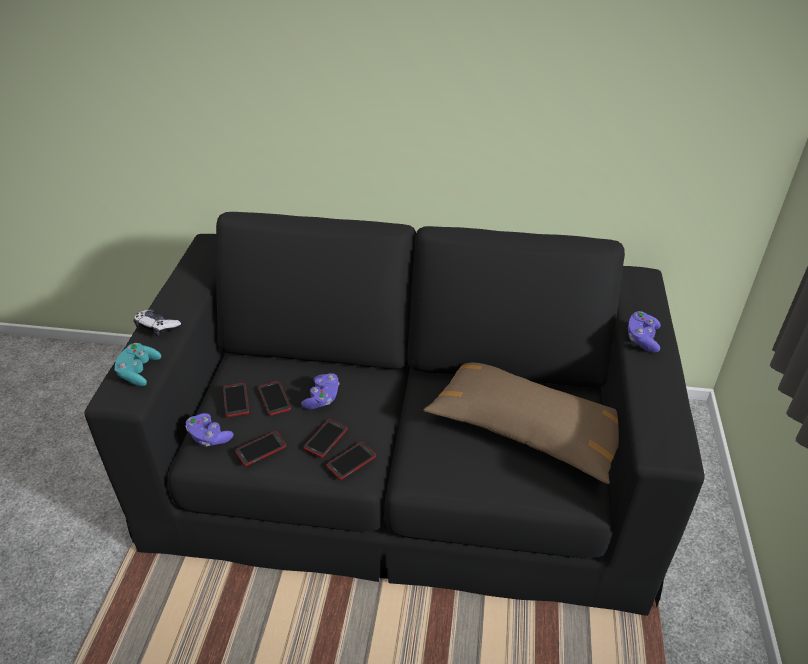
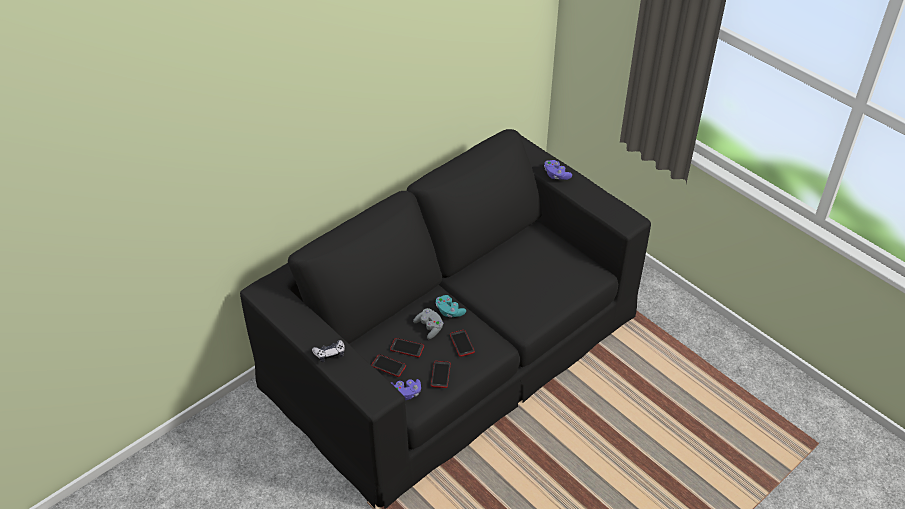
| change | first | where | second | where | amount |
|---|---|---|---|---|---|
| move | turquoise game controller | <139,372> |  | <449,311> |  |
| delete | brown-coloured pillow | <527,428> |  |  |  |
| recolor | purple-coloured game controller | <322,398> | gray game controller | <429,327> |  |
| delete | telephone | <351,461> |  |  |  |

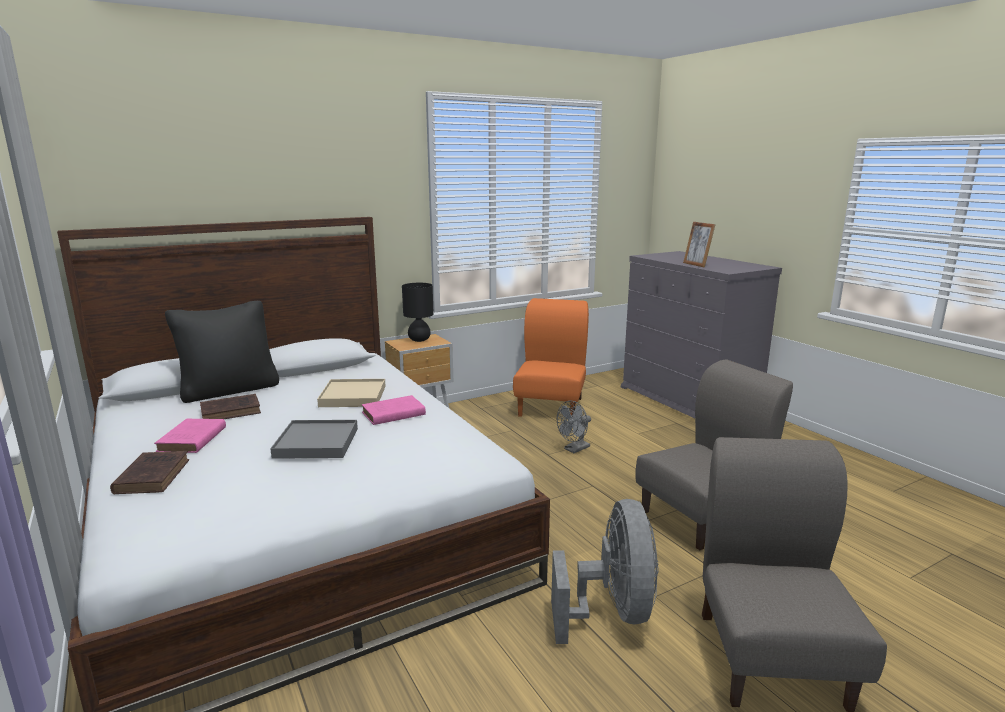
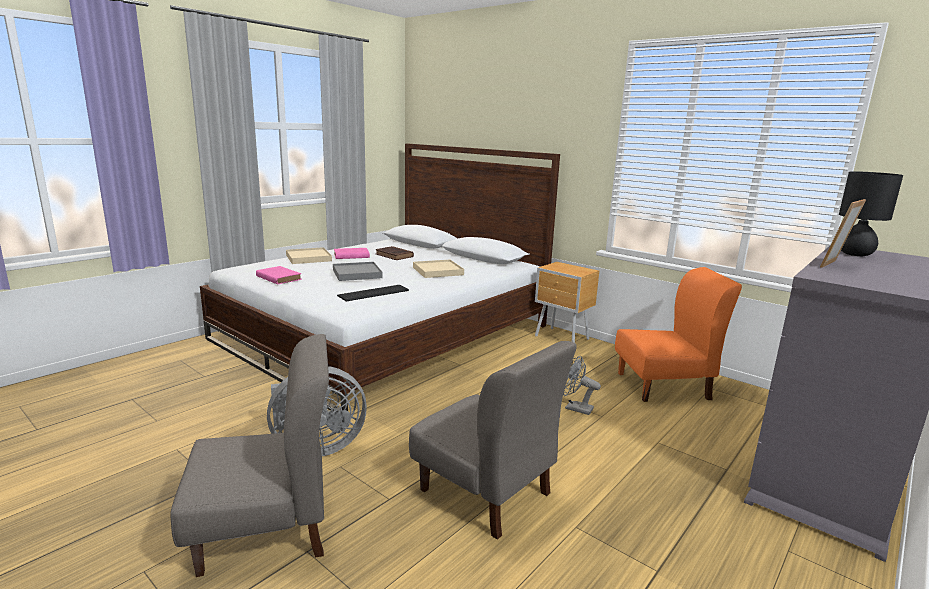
| change | first | where | second | where | amount |
|---|---|---|---|---|---|
| move | black-coloured lamp for a table | <419,340> |  | <854,254> |  |
| delete | black-coloured pillow | <229,390> |  |  |  |
| move | pink book | <392,414> |  | <278,278> |  |
| replace | brown-coloured book | <153,475> | beige-coloured serving tray | <308,258> |  |
| insert |  |  | computer keyboard | <375,293> |  |

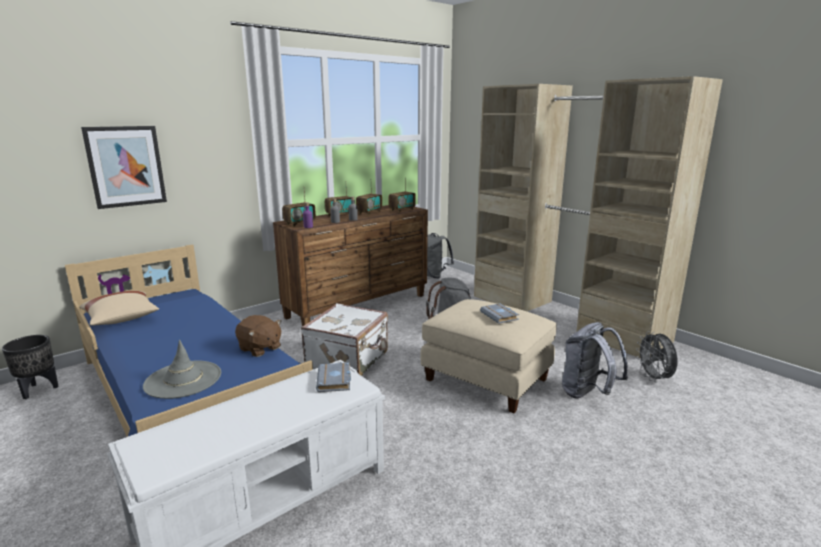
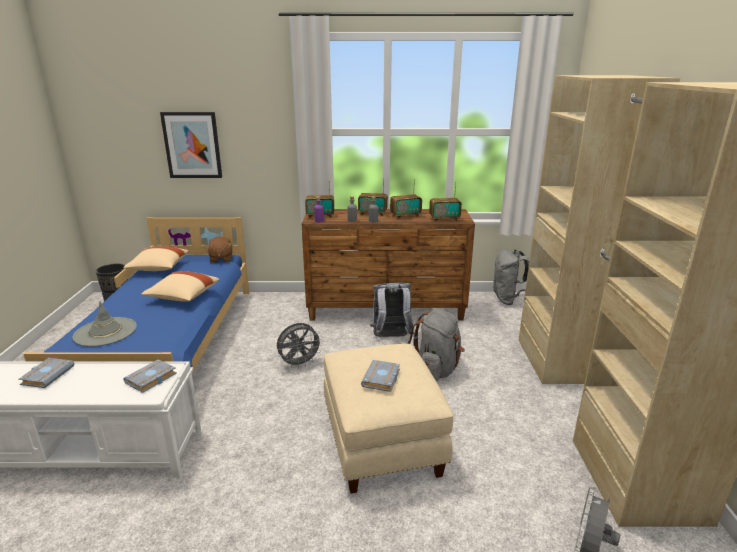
| change | first | where | second | where | amount |
|---|---|---|---|---|---|
| replace | white-coloured piece of luggage | <349,361> | gray cooling fan | <299,363> |  |
| move | brown-coloured cuddly toy | <260,348> |  | <221,259> |  |
| move | gray rucksack | <587,394> |  | <391,337> |  |
| insert |  |  | beige-coloured pillow | <183,297> |  |
| insert |  |  | gray book | <47,375> |  |

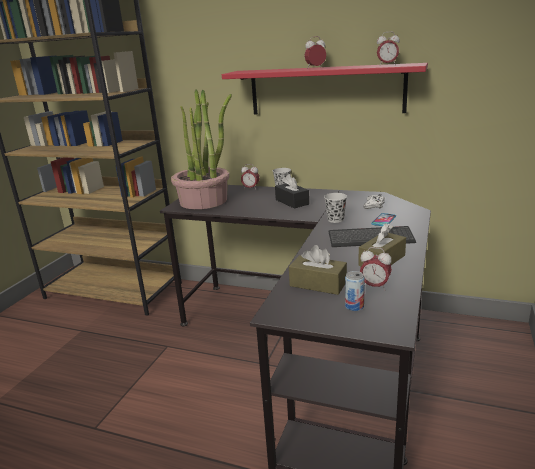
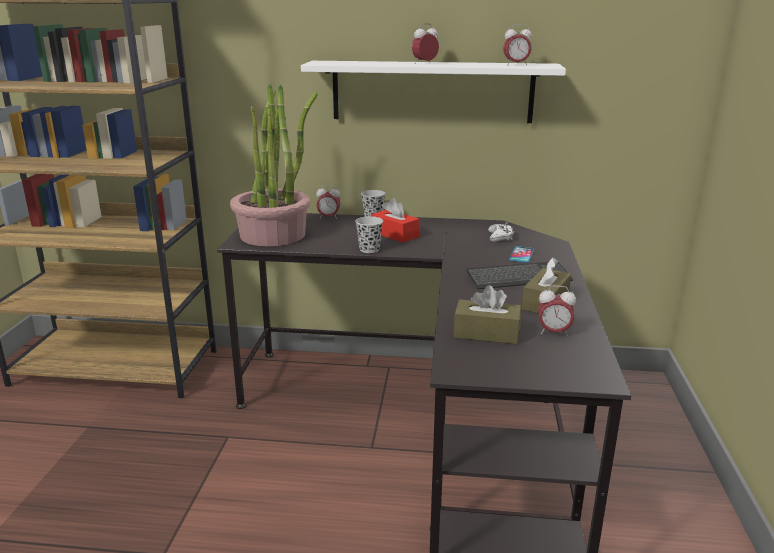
| change | first | where | second | where | amount |
|---|---|---|---|---|---|
| recolor | red wall shelf | <325,90> | white-coloured wall shelf | <432,91> |  |
| recolor | black-coloured tissue box | <292,202> | red tissue box | <395,234> |  |
| move | black-coloured small cup | <335,220> |  | <369,249> |  |
| delete | sealed can | <354,306> |  |  |  |

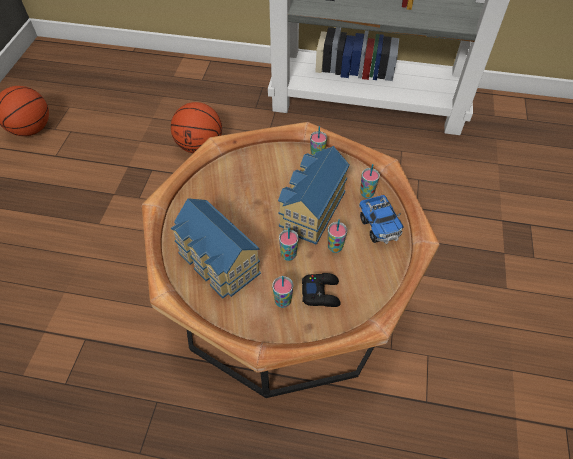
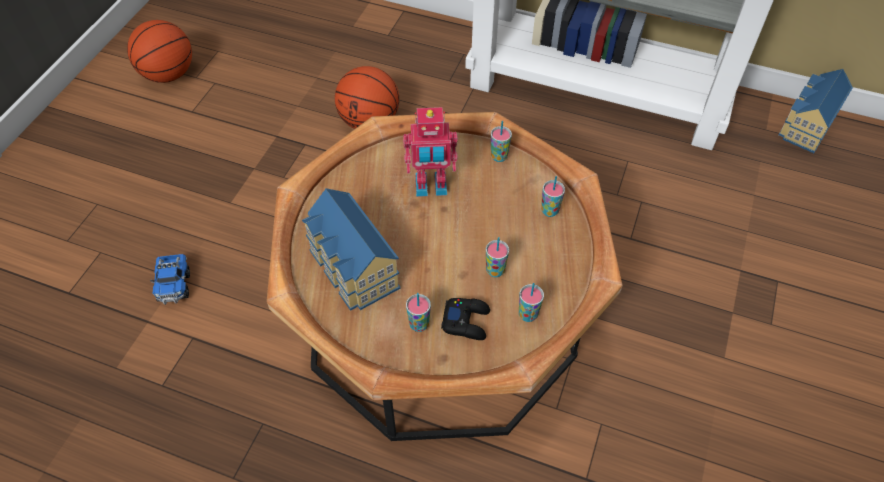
| change | first | where | second | where | amount |
|---|---|---|---|---|---|
| move | miniature house | <310,210> |  | <805,125> |  |
| move | toy truck | <379,226> |  | <174,285> |  |
| move | small cup | <288,255> |  | <528,315> |  |
| insert |  |  | model robot | <431,187> |  |

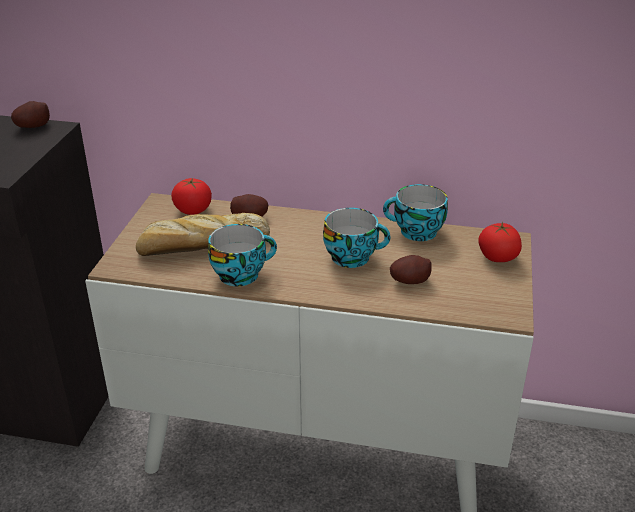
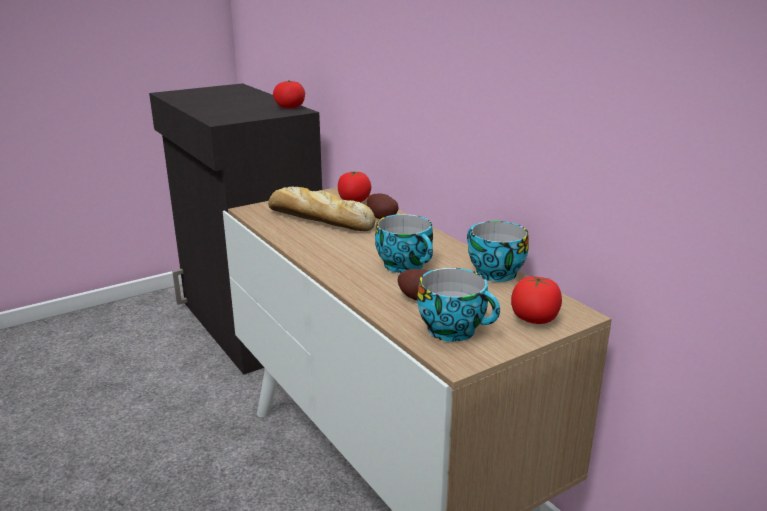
| change | first | where | second | where | amount |
|---|---|---|---|---|---|
| replace | spud | <32,126> | whole tomato | <289,107> |  |
| move | small cup | <241,274> |  | <455,330> |  |

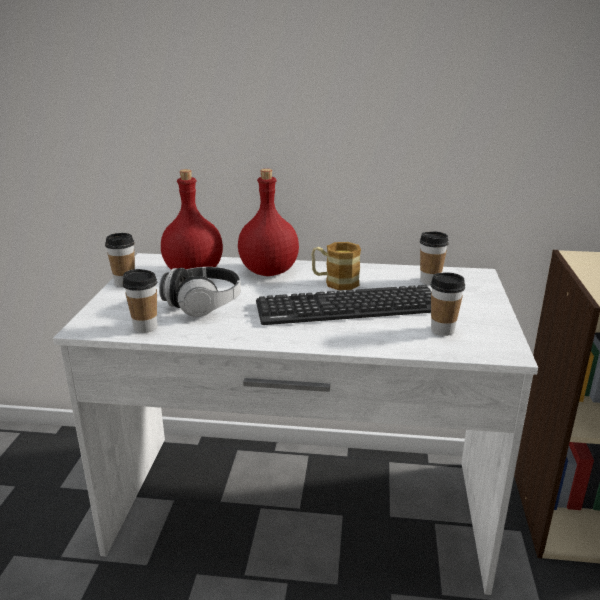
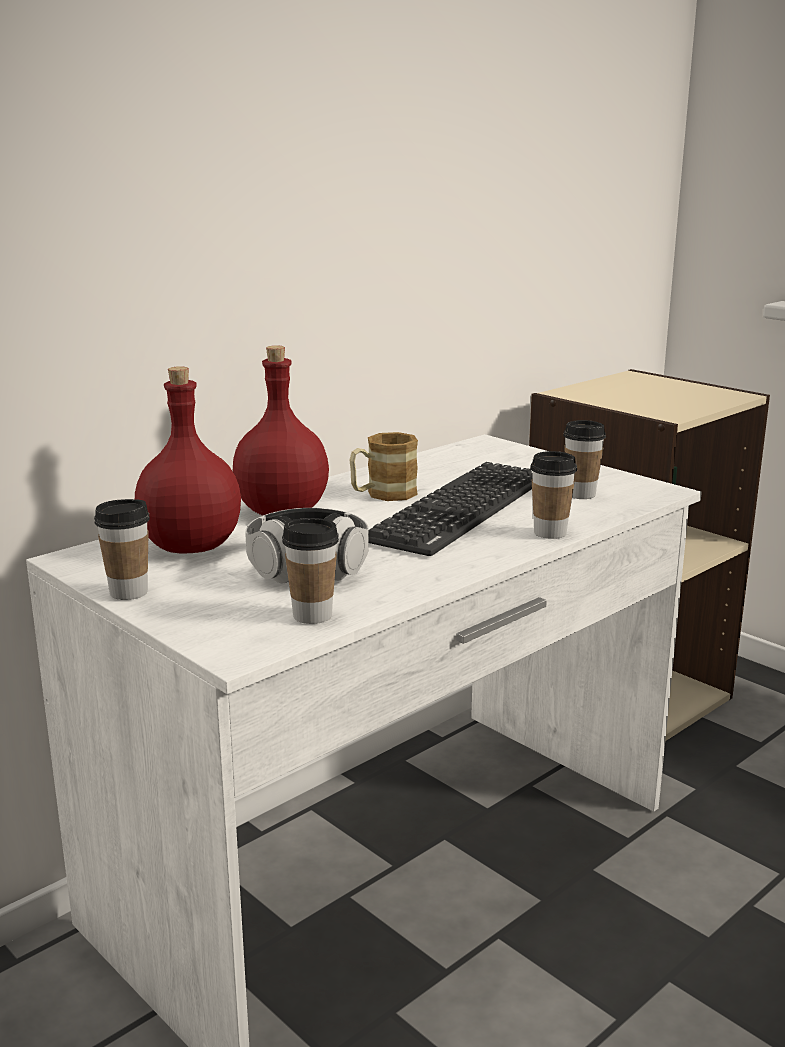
| change | first | where | second | where | amount |
|---|---|---|---|---|---|
| move | small cup | <430,281> |  | <550,533> |  |

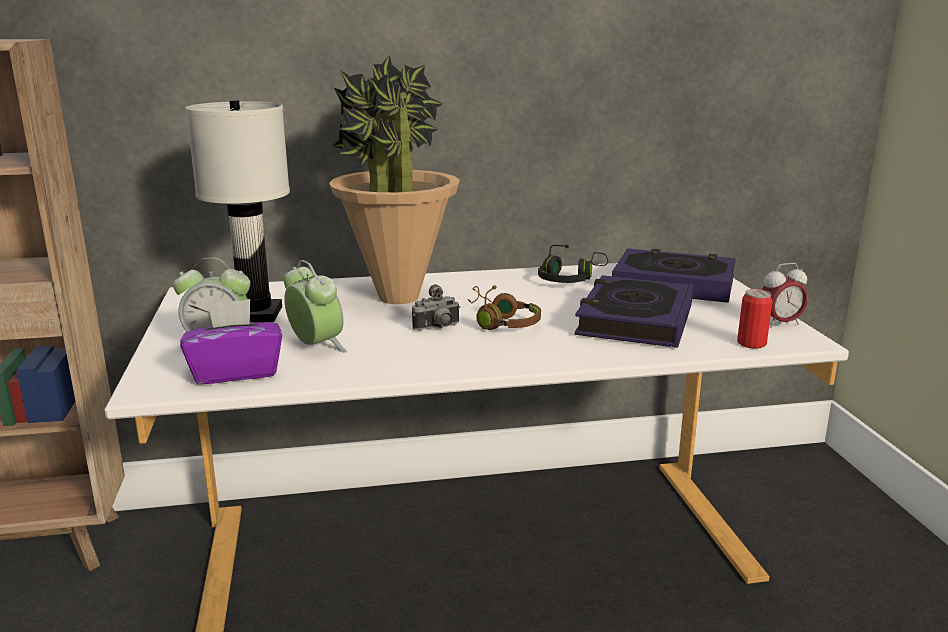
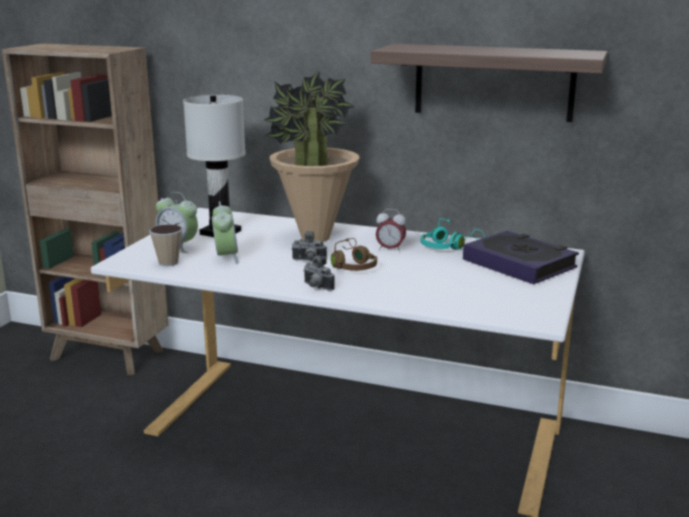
| change | first | where | second | where | amount |
|---|---|---|---|---|---|
| recolor | black-coloured headset | <570,279> | turquoise headset | <448,246> |  |
| move | table clock | <780,324> |  | <390,249> |  |
| delete | book | <634,320> |  |  |  |
| delete | sealed can | <751,343> |  |  |  |
| replace | purple-coloured tissue box | <236,372> | small cup | <168,262> |  |
| insert |  |  | wall shelf | <493,82> |  |
| insert |  |  | still camera | <316,287> |  |

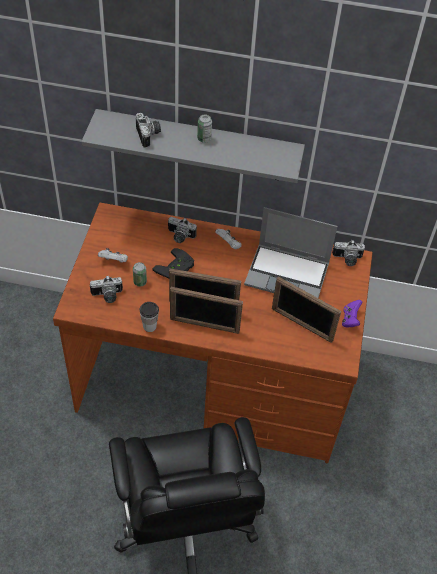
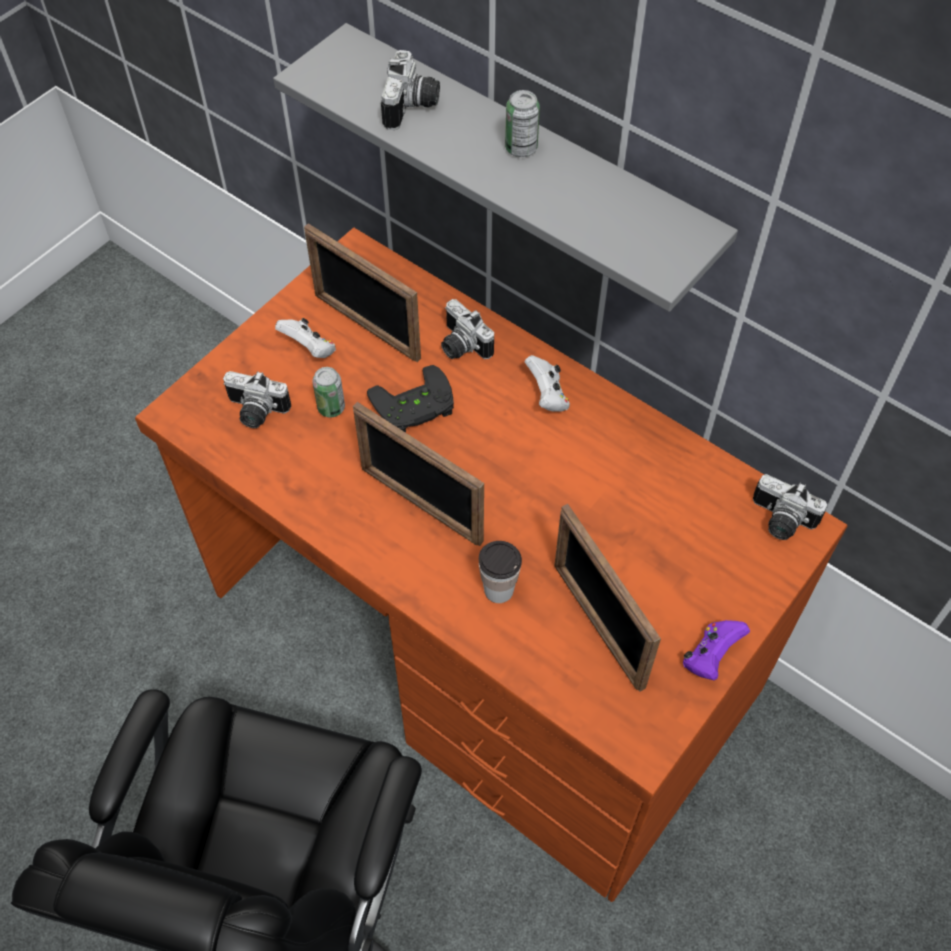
| change | first | where | second | where | amount |
|---|---|---|---|---|---|
| delete | laptop | <288,274> |  |  |  |
| move | photo frame | <204,325> |  | <366,326> |  |
| move | small cup | <149,326> |  | <499,590> |  |

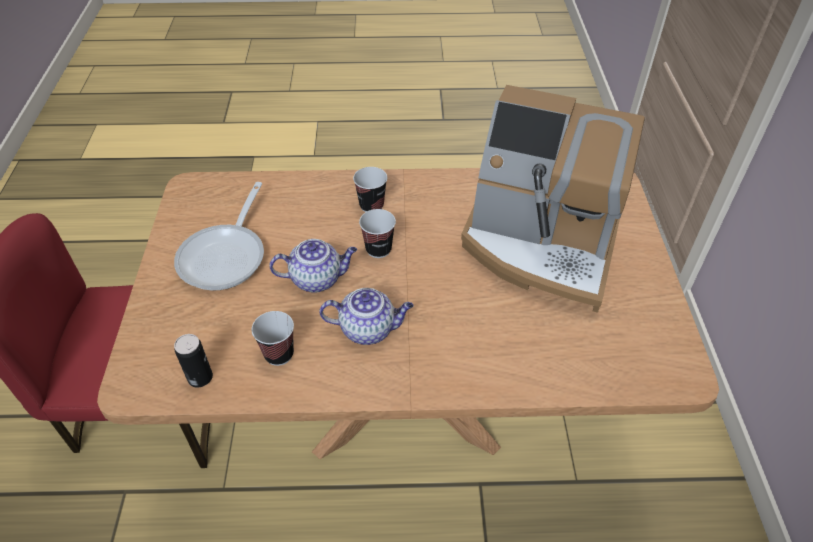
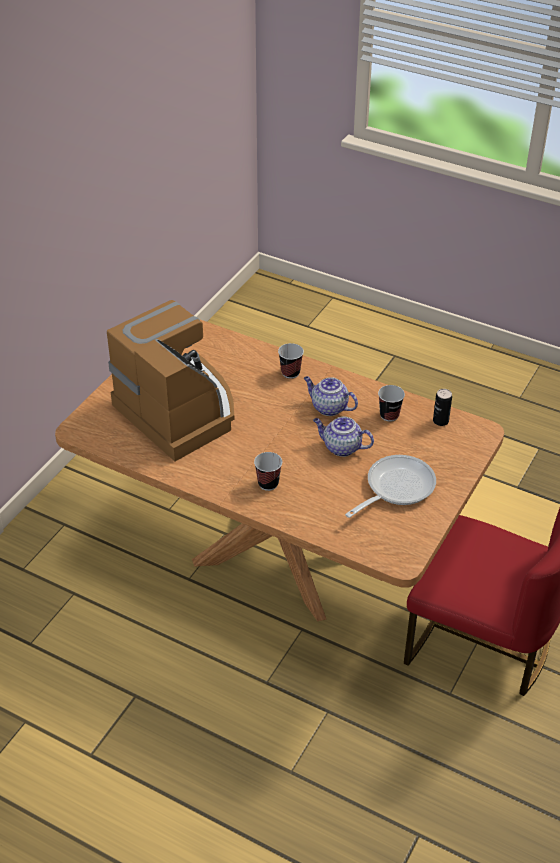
| change | first | where | second | where | amount |
|---|---|---|---|---|---|
| move | small cup | <378,249> |  | <290,373> |  |

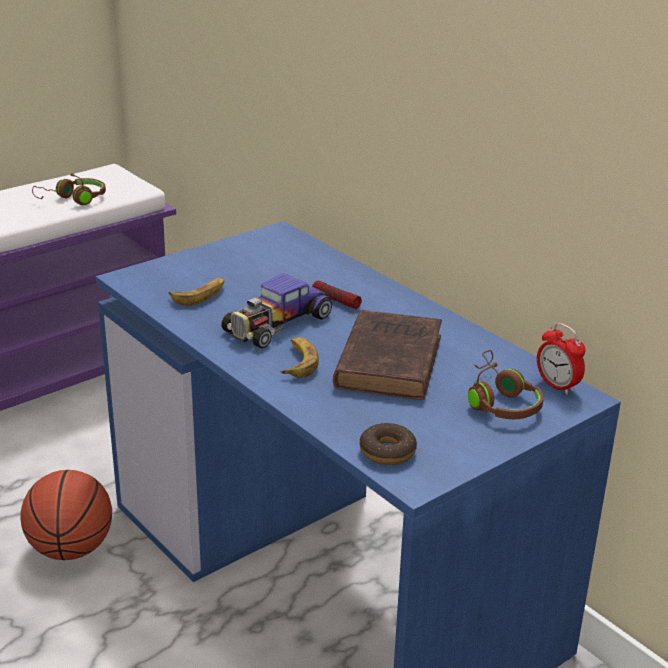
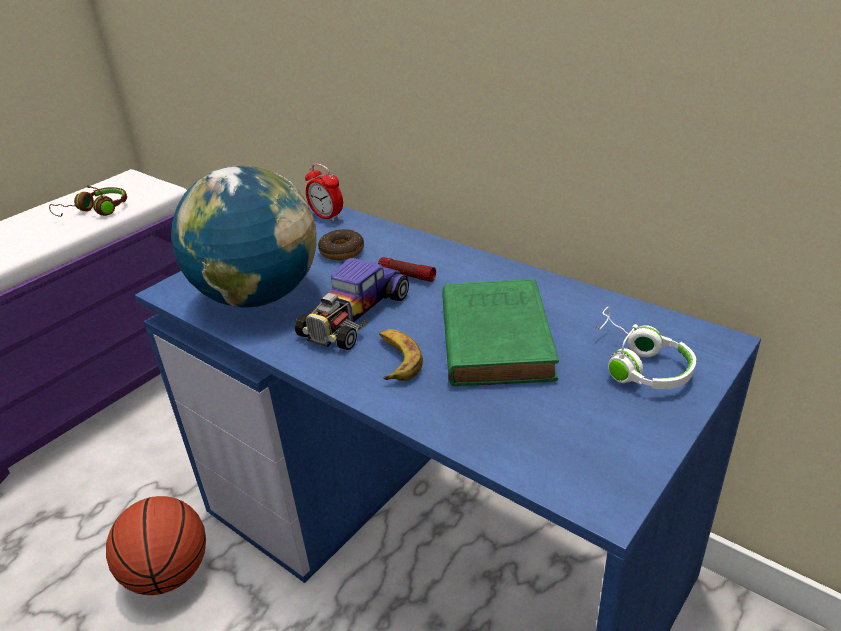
| change | first | where | second | where | amount |
|---|---|---|---|---|---|
| replace | banana fruit | <200,295> | world globe | <258,297> |  |
| recolor | brown-coloured book | <389,360> | greenish book | <495,336> |  |
| move | table clock | <557,386> |  | <327,217> |  |
| recolor | brown-coloured headset | <499,401> | white-coloured headset | <638,364> |  |
| move | doughnut | <387,452> |  | <342,251> |  |

